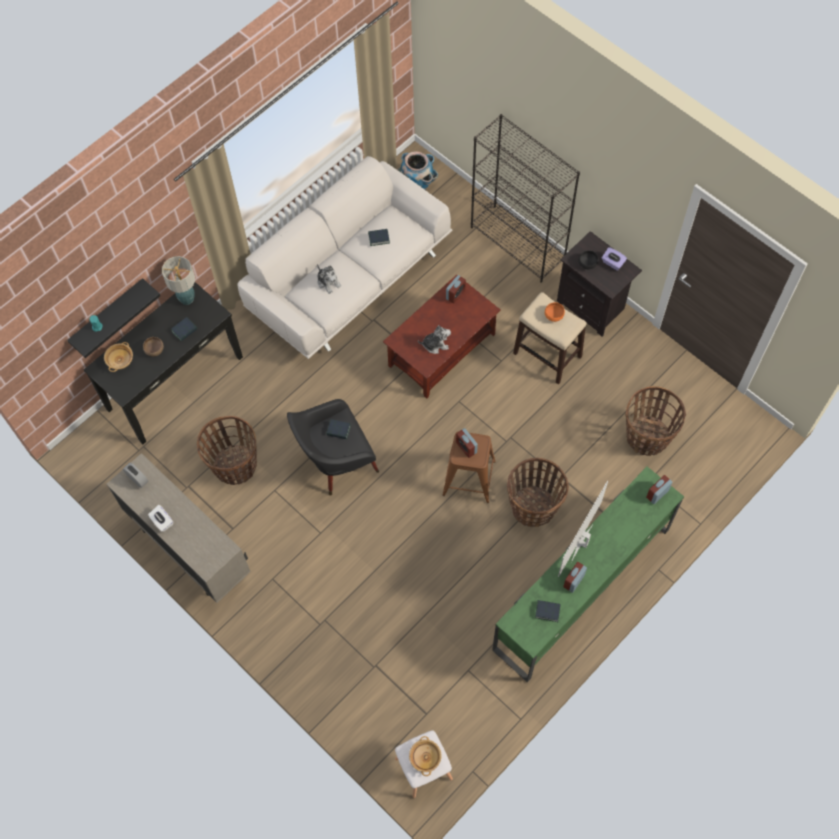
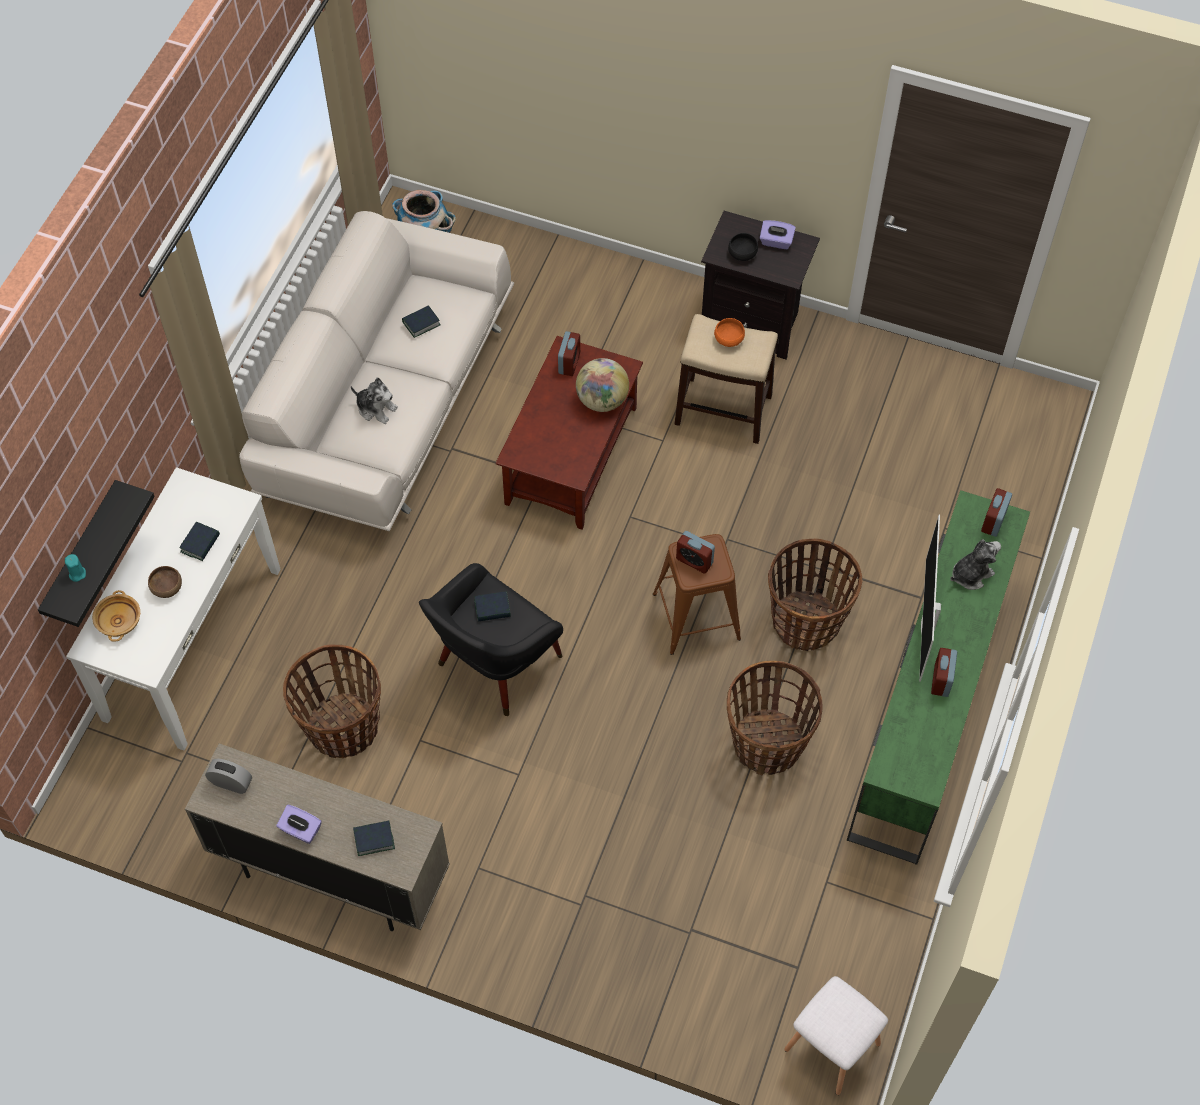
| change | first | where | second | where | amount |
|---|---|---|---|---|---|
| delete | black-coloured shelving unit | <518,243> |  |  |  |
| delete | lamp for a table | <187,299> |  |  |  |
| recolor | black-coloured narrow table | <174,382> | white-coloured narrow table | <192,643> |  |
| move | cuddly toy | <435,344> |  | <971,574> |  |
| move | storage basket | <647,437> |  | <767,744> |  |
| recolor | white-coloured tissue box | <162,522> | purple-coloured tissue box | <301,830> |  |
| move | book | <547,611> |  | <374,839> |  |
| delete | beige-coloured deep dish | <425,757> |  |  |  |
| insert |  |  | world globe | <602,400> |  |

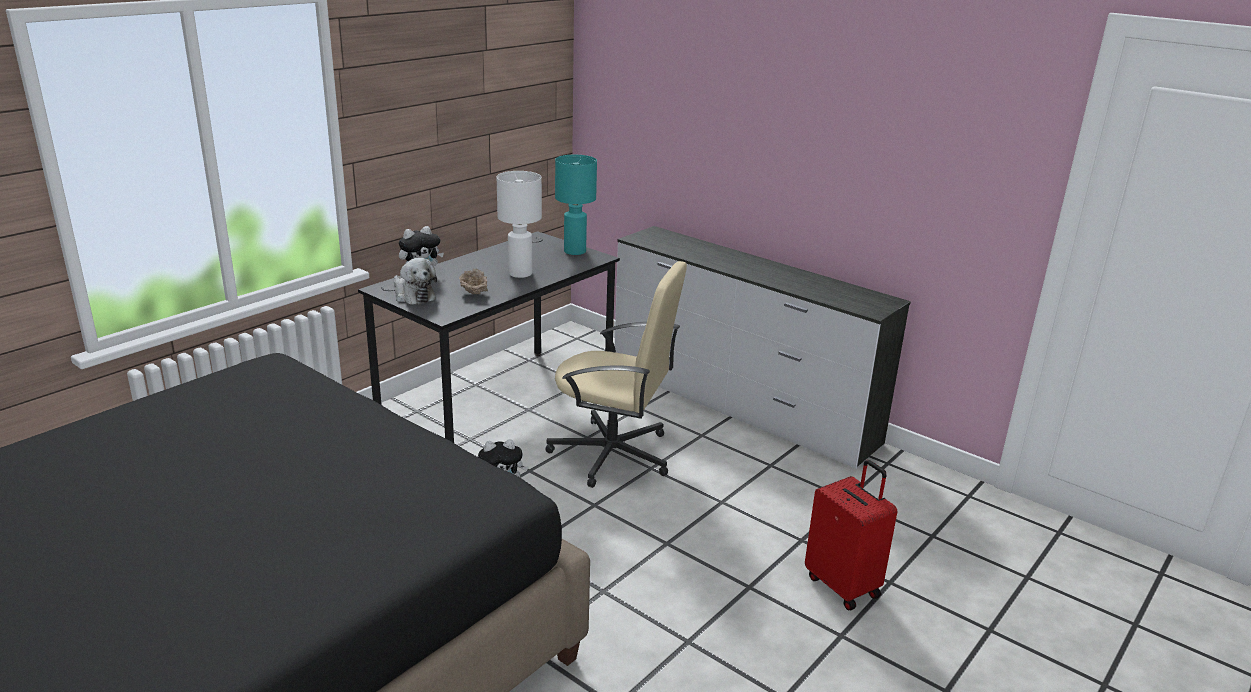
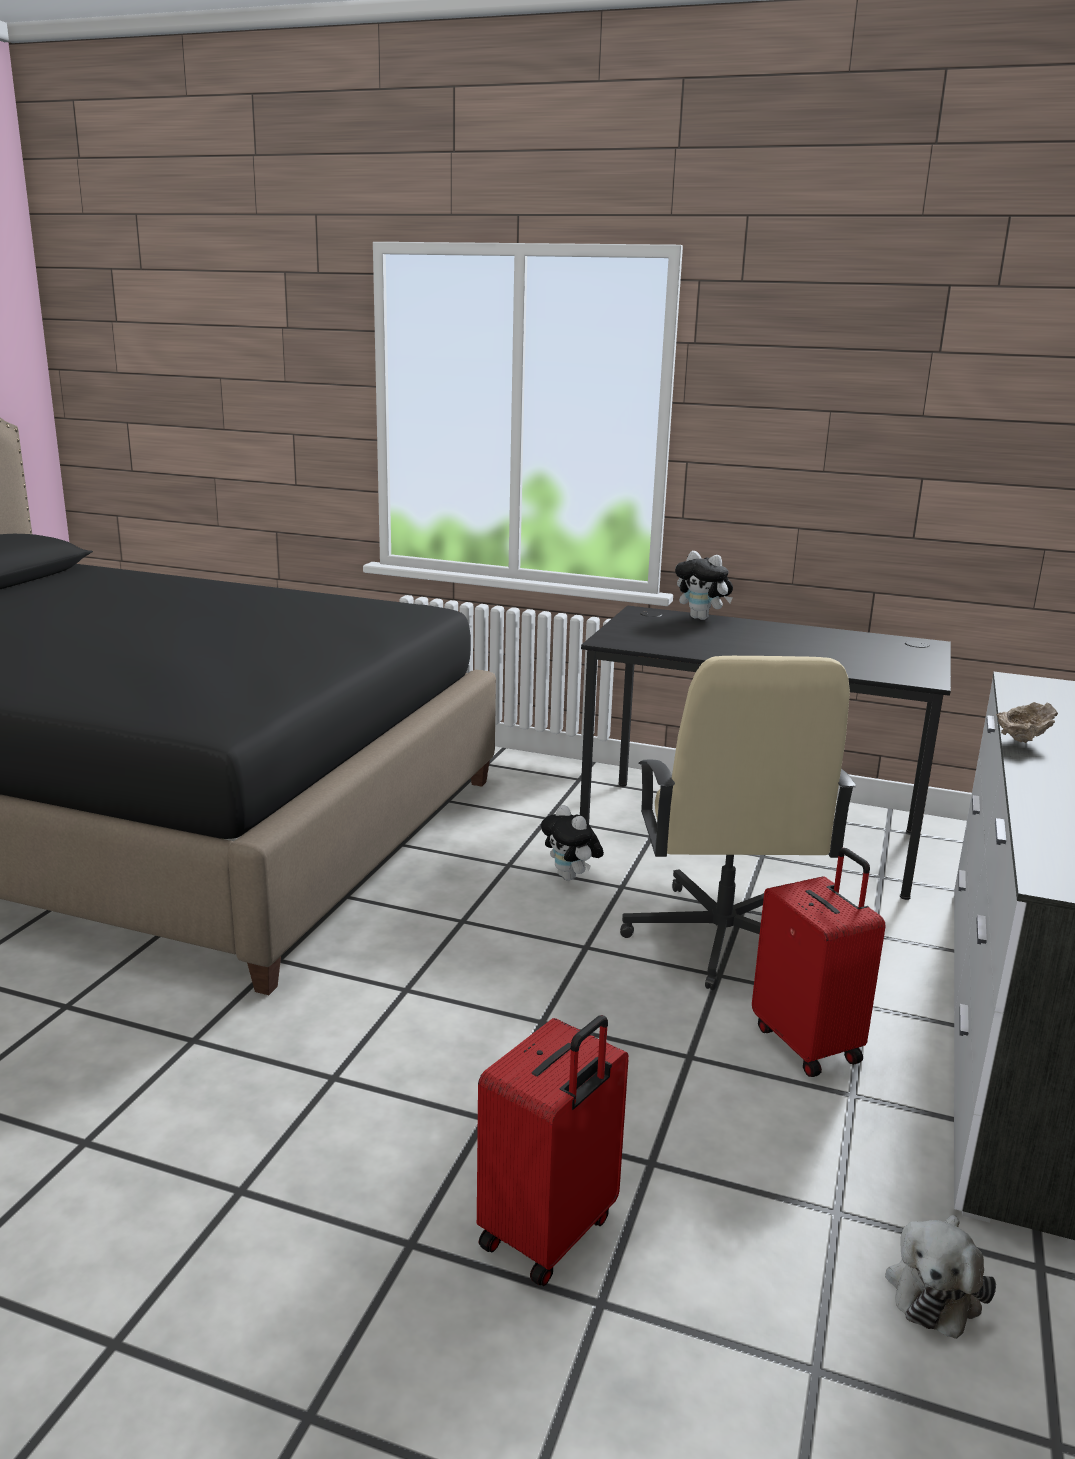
| change | first | where | second | where | amount |
|---|---|---|---|---|---|
| delete | turquoise lamp for a table | <575,251> |  |  |  |
| delete | white-coloured lamp for a table | <520,273> |  |  |  |
| move | cuddly toy | <413,295> |  | <935,1288> |  |
| move | beige-coloured deep dish | <474,293> |  | <1021,741> |  |
| insert |  |  | red piece of luggage | <808,1043> |  |

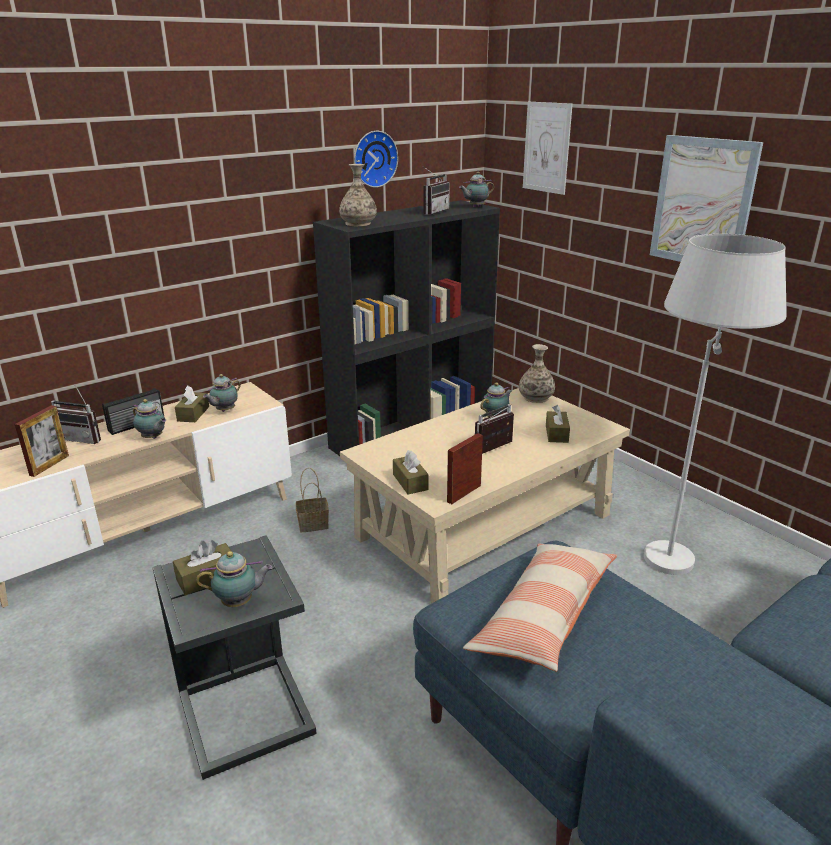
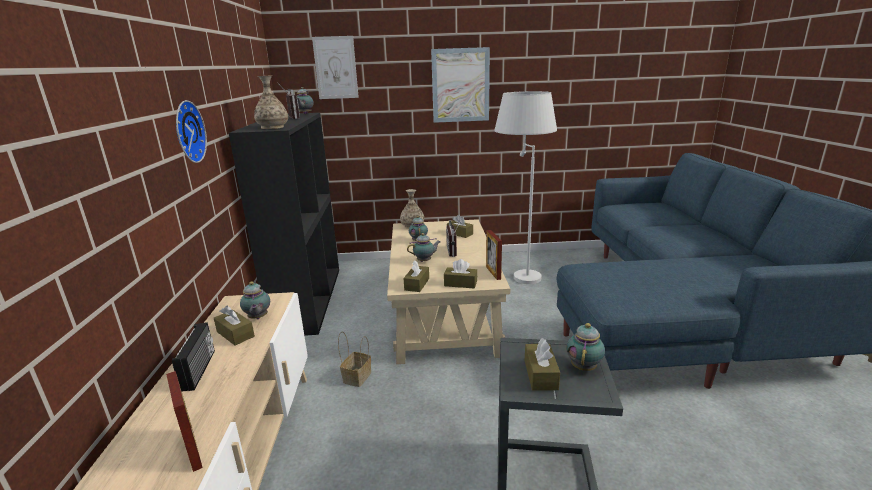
| change | first | where | second | where | amount |
|---|---|---|---|---|---|
| move | wall clock | <373,159> |  | <186,132> |  |
| delete | radio receiver | <83,438> |  |  |  |
| move | pot for tea | <153,438> |  | <425,261> |  |
| delete | pillow | <544,616> |  |  |  |
| insert |  |  | brown-coloured tissue box | <417,284> |  |

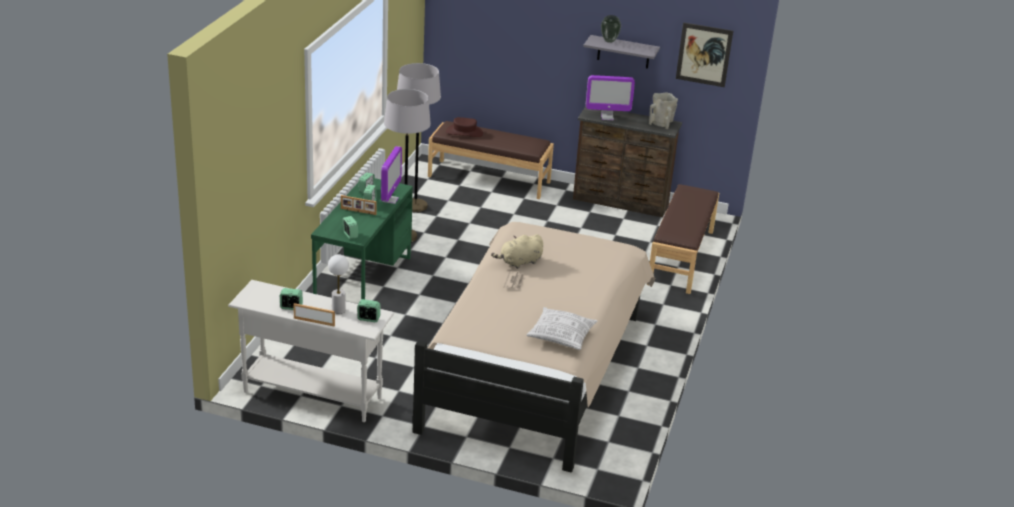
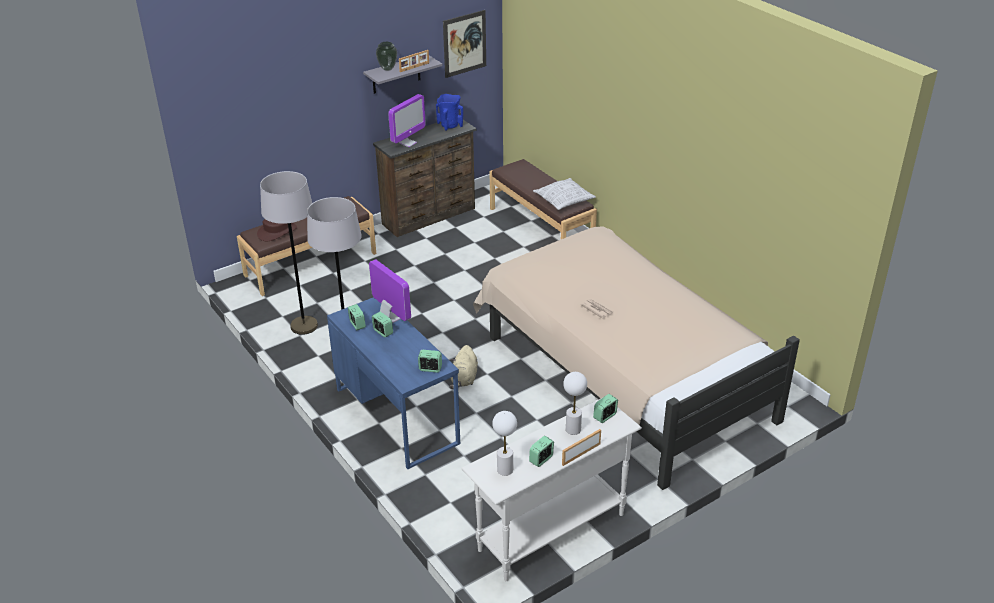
| change | first | where | second | where | amount |
|---|---|---|---|---|---|
| recolor | beige-coloured decorative vase | <661,124> | bluish decorative vase | <450,125> |  |
| recolor | greenish desk | <364,282> | bluish desk | <397,415> |  |
| move | photo frame | <358,211> |  | <414,67> |  |
| move | beige-coloured cuddly toy | <519,262> |  | <464,379> |  |
| move | pillow | <560,336> |  | <563,201> |  |
| insert |  |  | white-coloured lamp for a table | <505,470> |  |

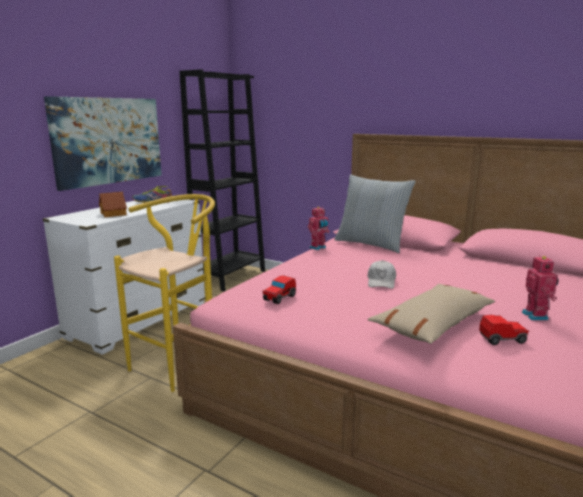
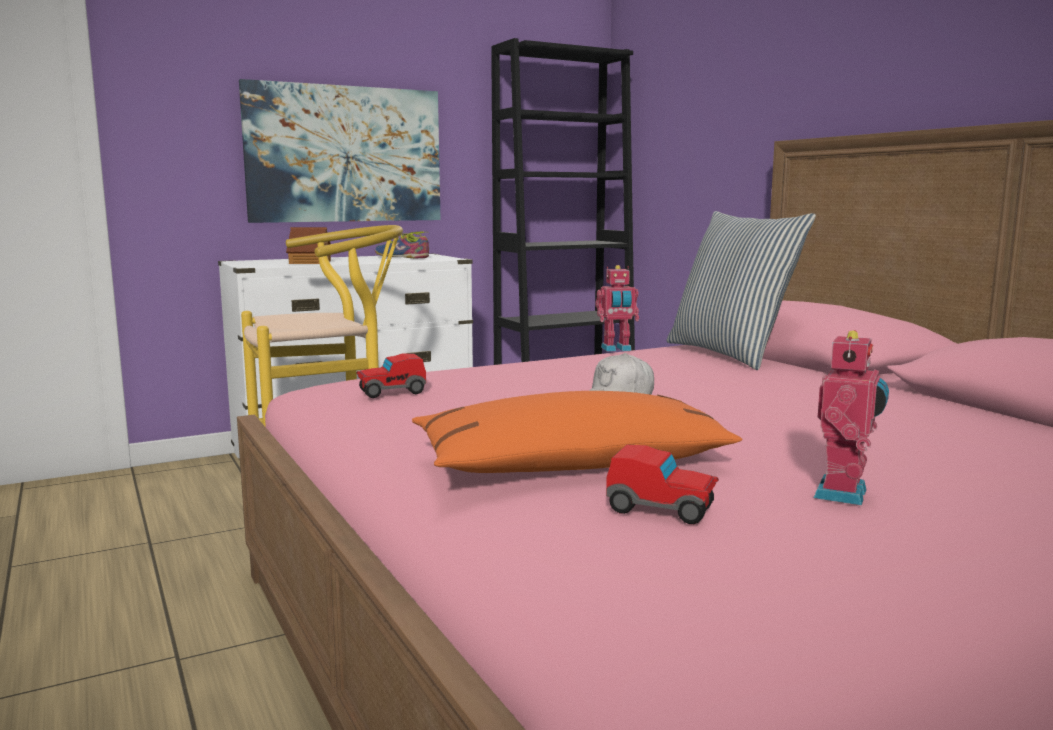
| change | first | where | second | where | amount |
|---|---|---|---|---|---|
| recolor | beige-coloured pillow | <433,324> | orangey pillow | <572,464> |  |

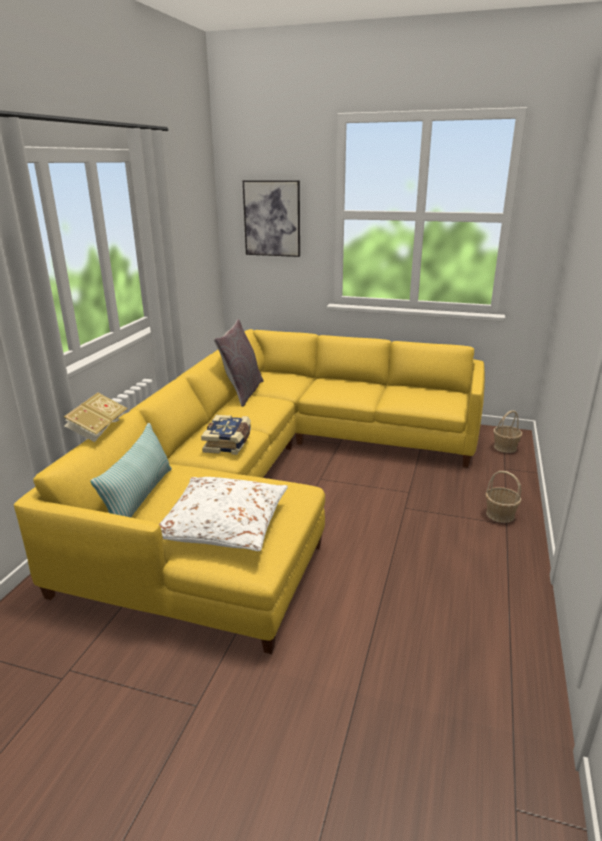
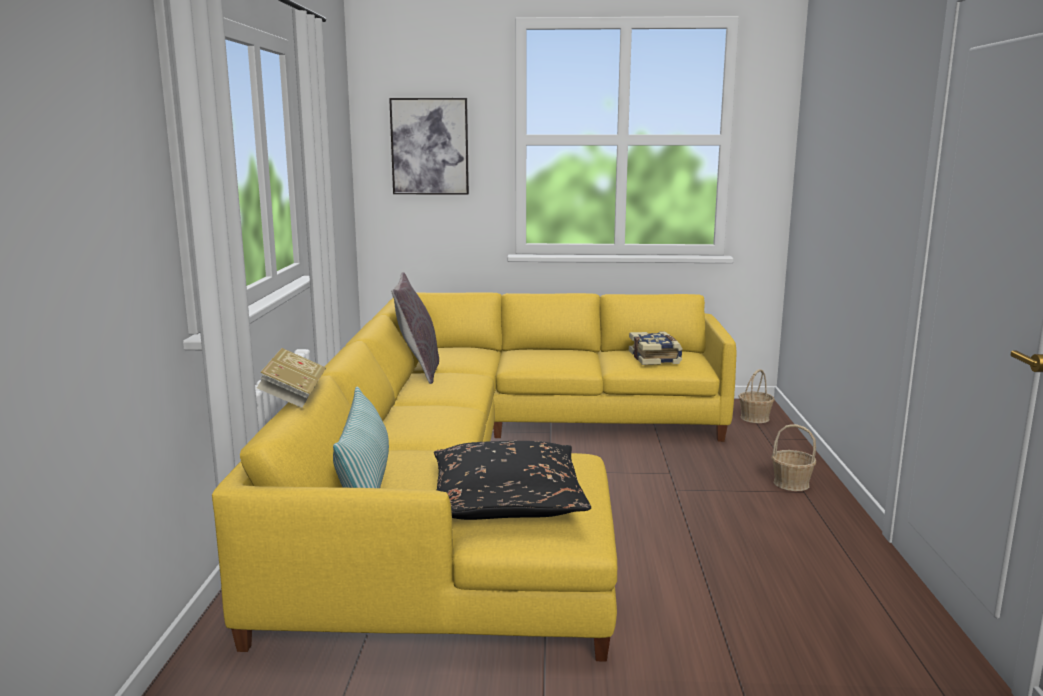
| change | first | where | second | where | amount |
|---|---|---|---|---|---|
| move | book | <229,443> |  | <655,358> |  |
| recolor | white-coloured pillow | <223,525> | black-coloured pillow | <506,500> |  |

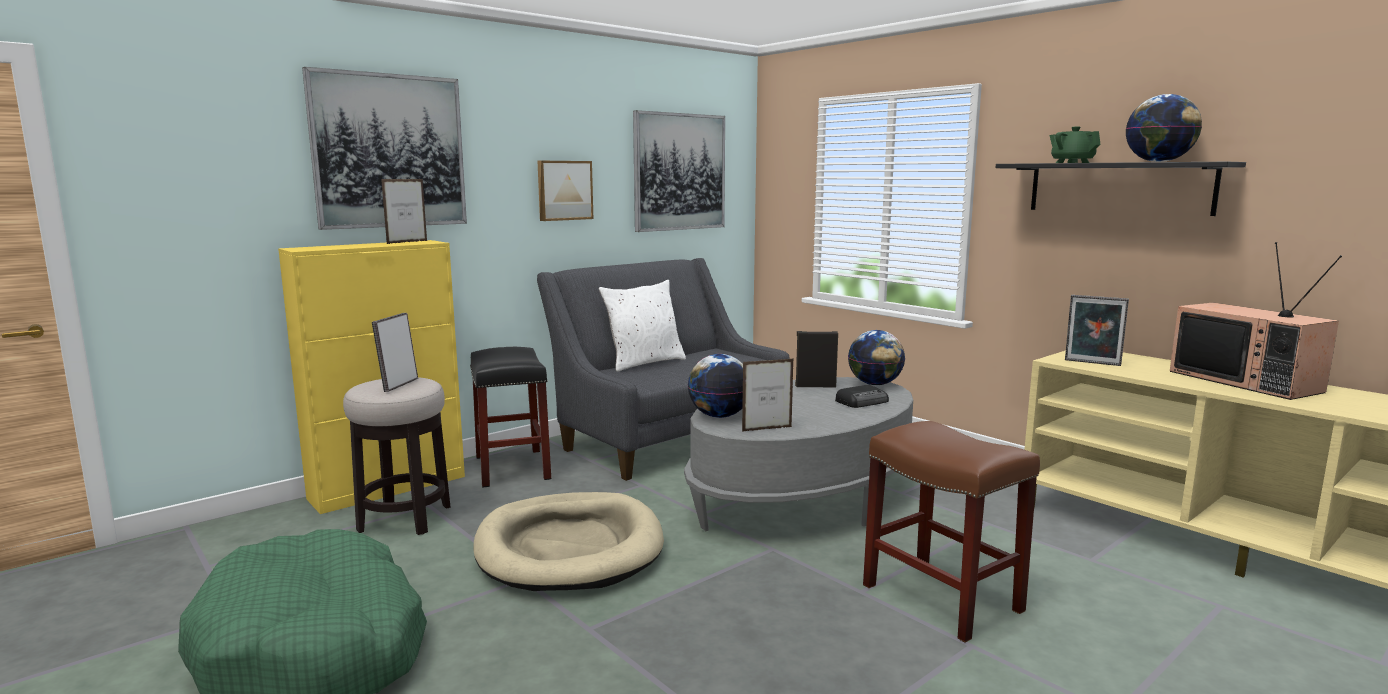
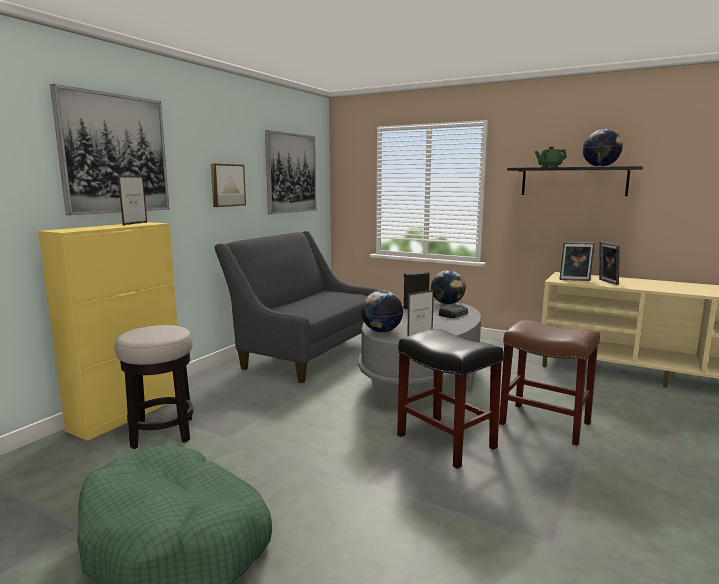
| change | first | where | second | where | amount |
|---|---|---|---|---|---|
| delete | TV set | <1247,382> |  |  |  |
| delete | white-coloured pillow | <644,363> |  |  |  |
| move | photo frame | <398,385> |  | <606,282> |  |
| move | black-coloured sitting stool | <513,468> |  | <447,441> |  |
| delete | beige-coloured pet bed | <569,548> |  |  |  |

